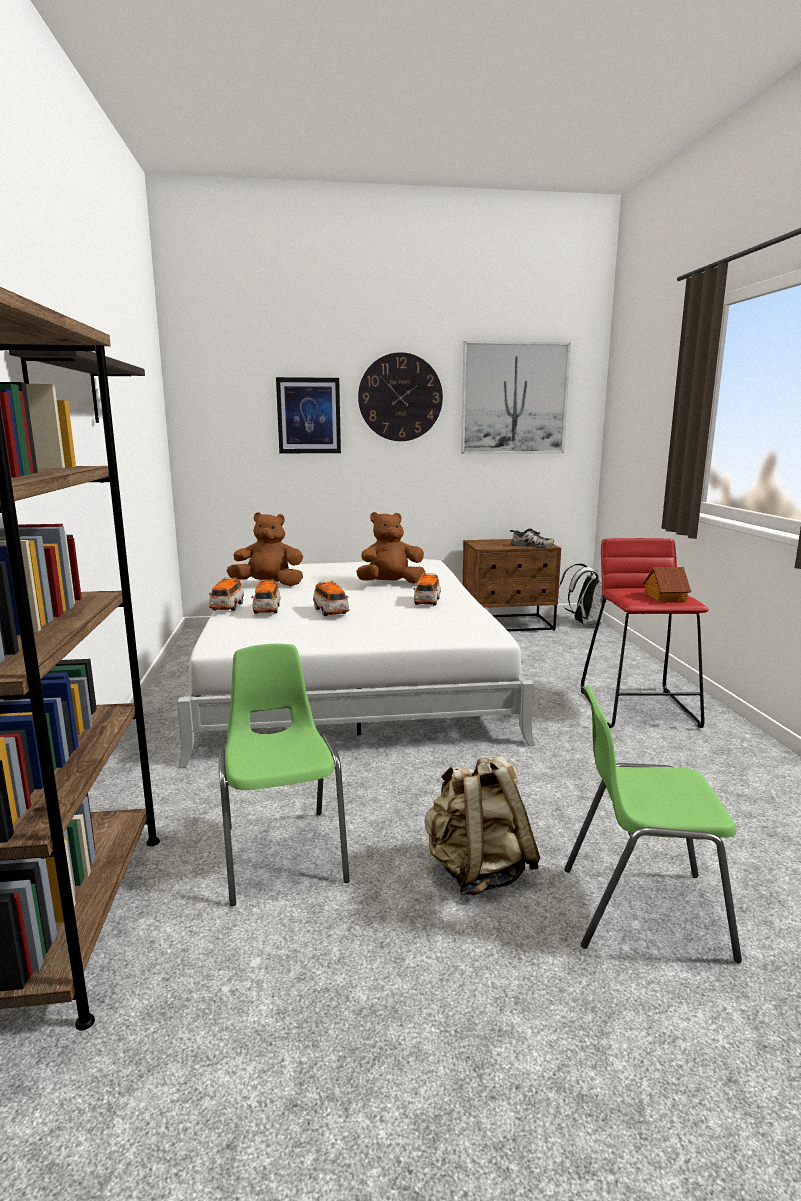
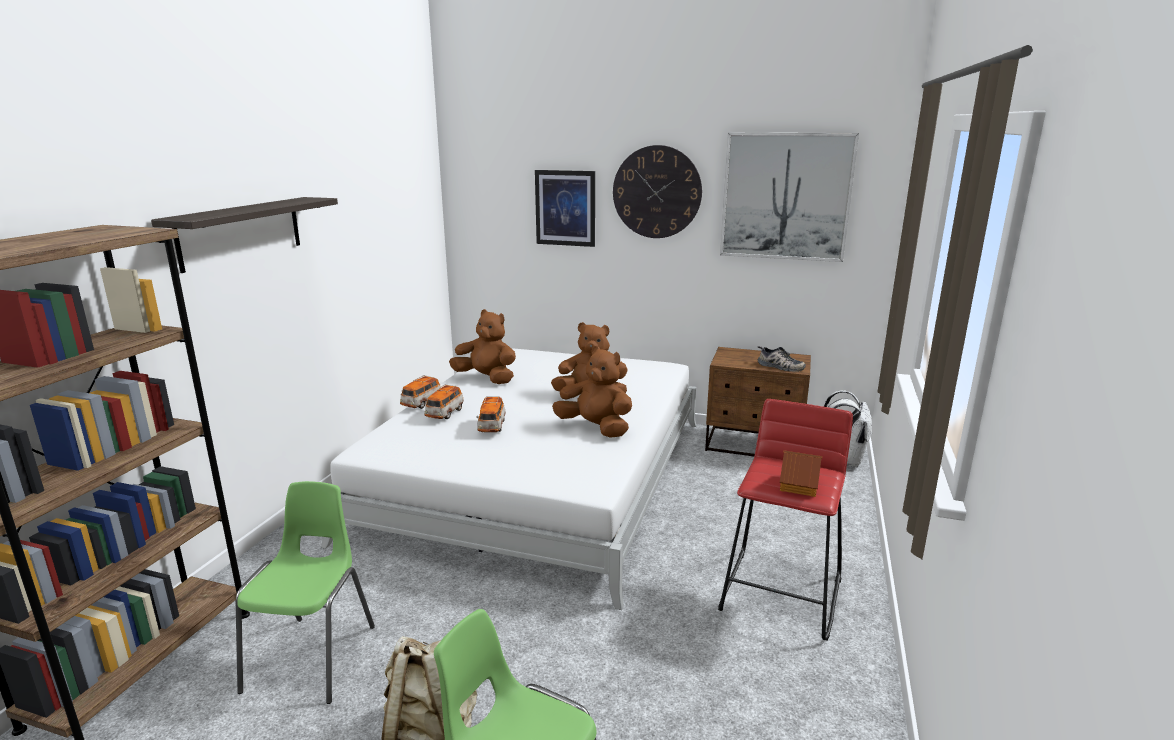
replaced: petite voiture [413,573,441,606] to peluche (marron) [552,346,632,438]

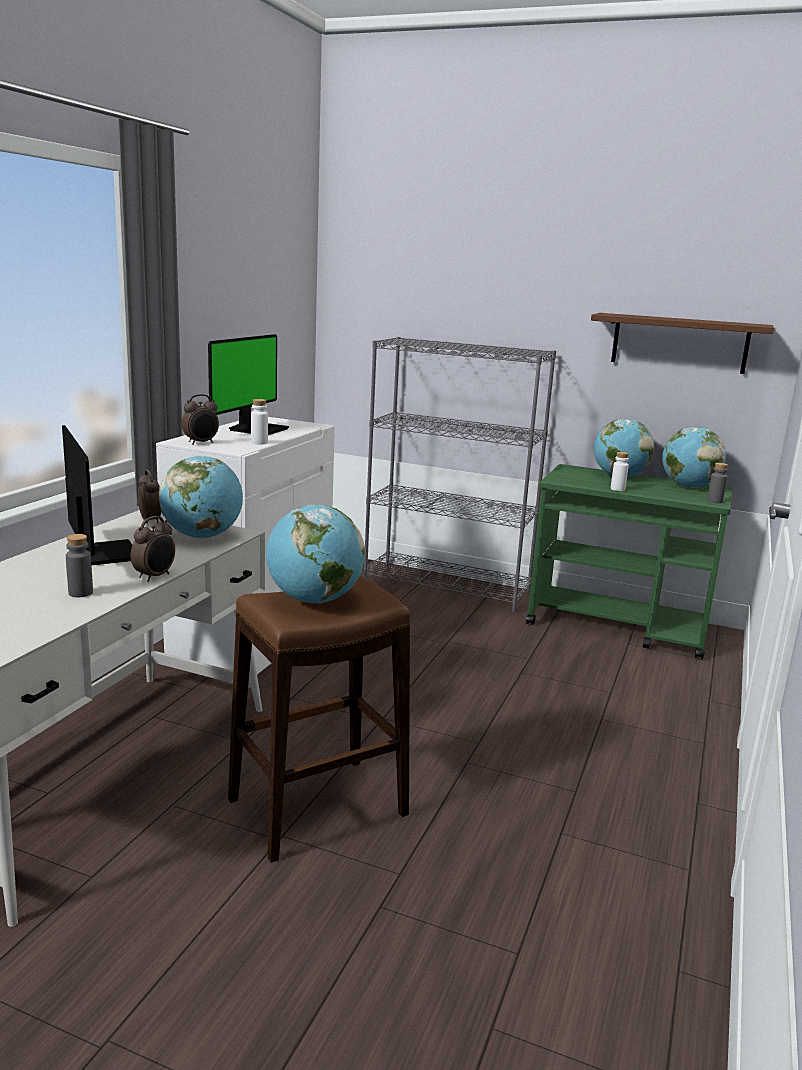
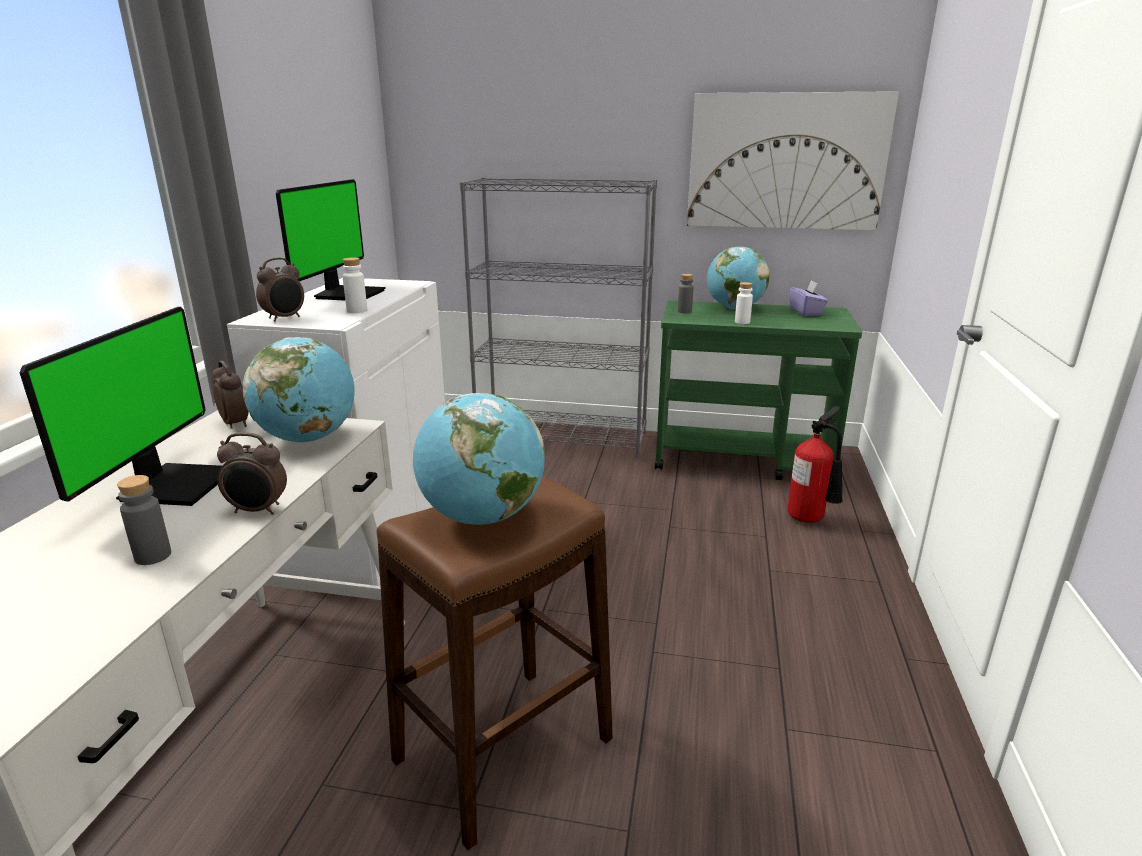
added: extincteur [787,406,843,523]
moved: bouteille (gris) [707,463,728,503] to [677,274,694,313]
replaced: étagère (marron) [591,313,774,374] to tableau [687,91,899,230]; globe [662,427,726,488] to boîte à mouchoirs (violet) [789,280,828,316]
turned: écran d'ordinateur [62,425,132,566] = [19,307,222,506] 45 degrees clockwise; réveil [131,516,175,582] = [217,432,287,515] 75 degrees clockwise

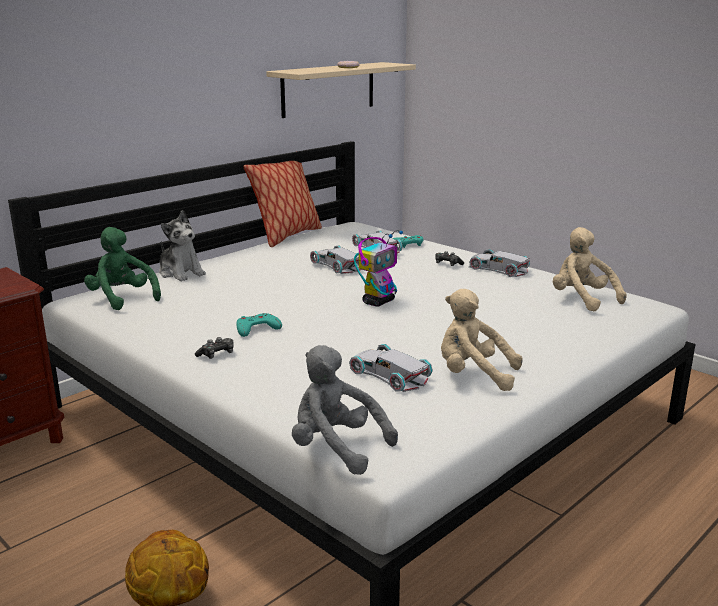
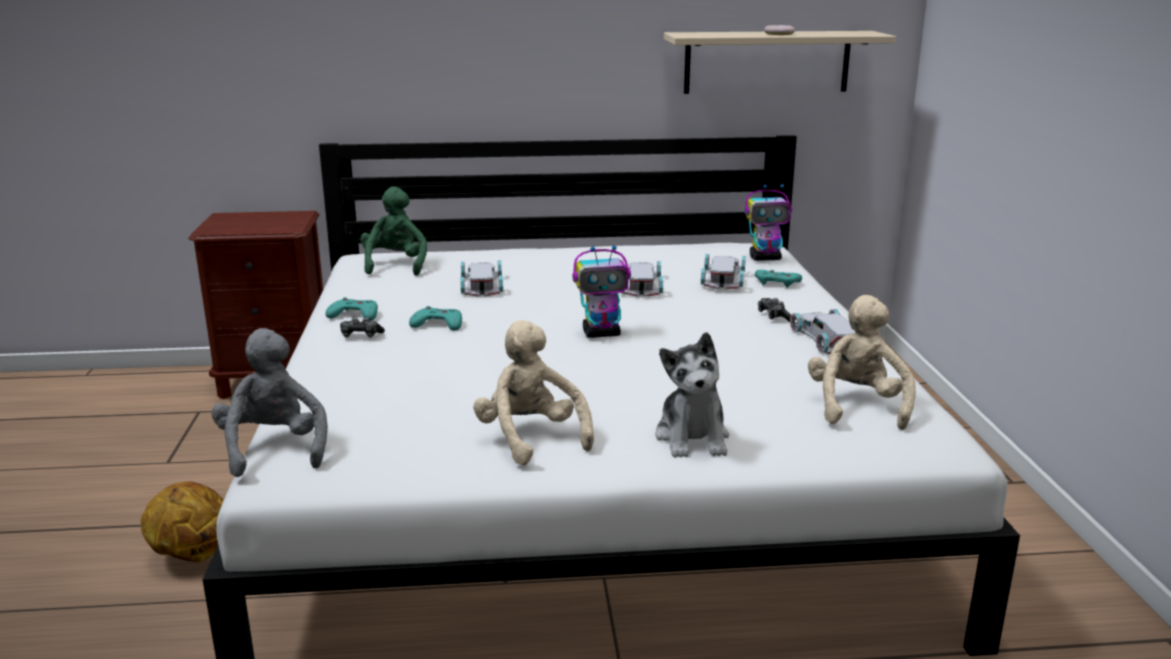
removed: coussin [243,151,322,247]
added: robot jouet [745,184,792,261]; manette (turquoise) [325,297,378,321]
moved: peluche [159,210,206,281] to [655,332,729,458]; petite voiture (blanc) [349,344,433,392] to [460,261,503,296]

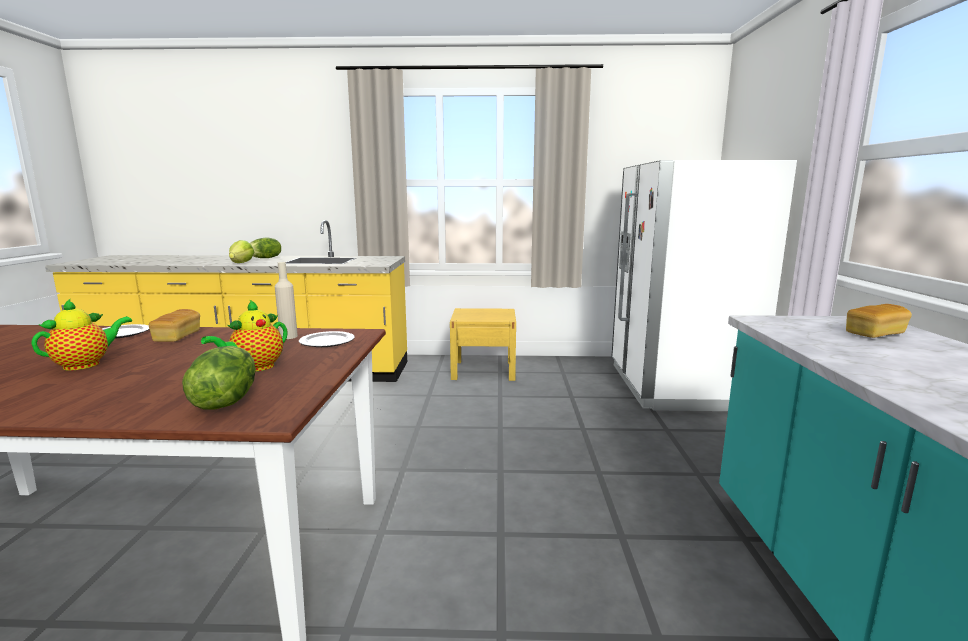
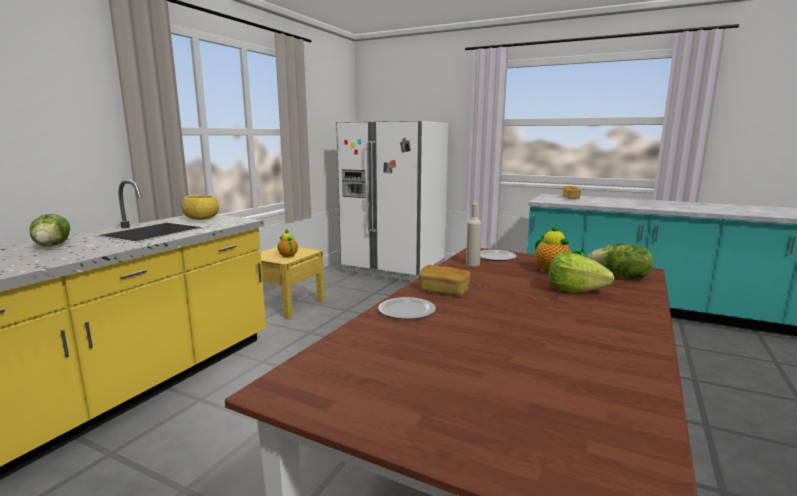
added: bol (jaune) [181,195,219,220]
moved: laitue [229,240,254,263] to [548,252,614,293]; théière [31,298,132,371] to [278,229,298,258]

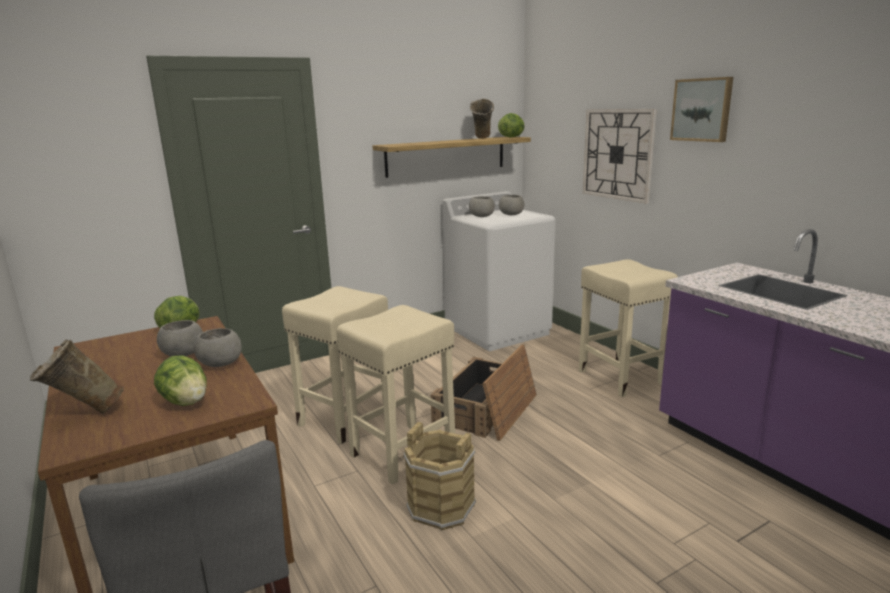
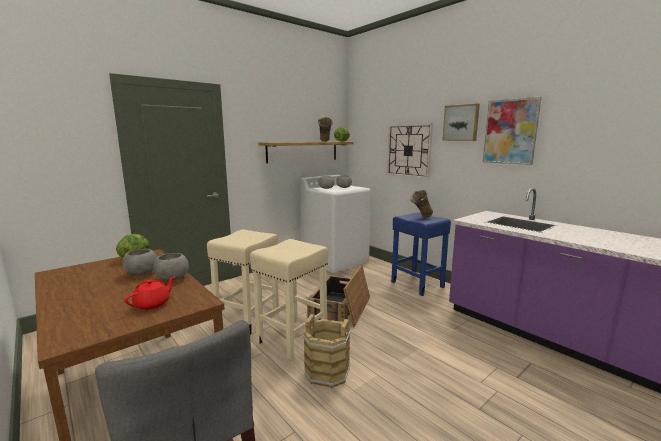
added: tableau [483,97,542,165]
moved: vase (beige) [30,339,123,414] to [411,190,433,217]
replaced: laitue [154,355,207,406] to théière (rouge) [124,276,176,310]
recoloured: tabouret (beige) [579,259,678,397] to tabouret (bleu) [391,212,451,296]

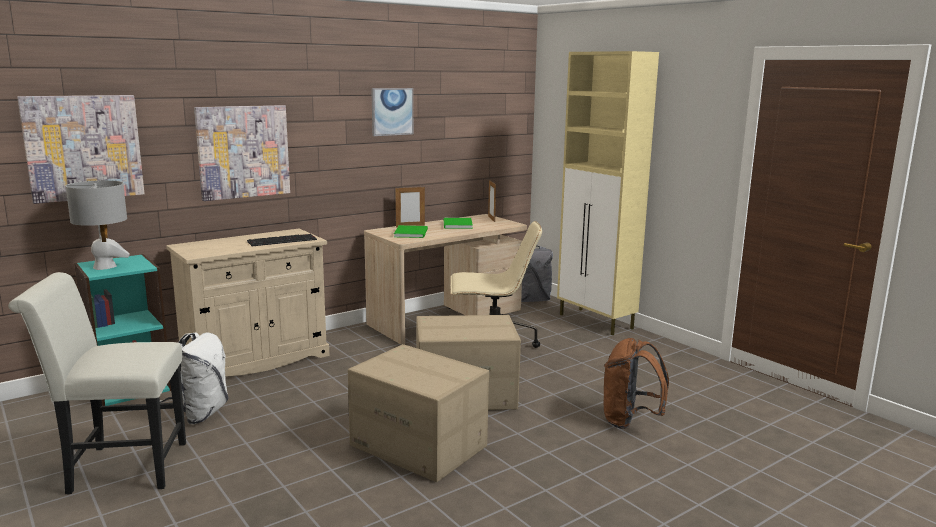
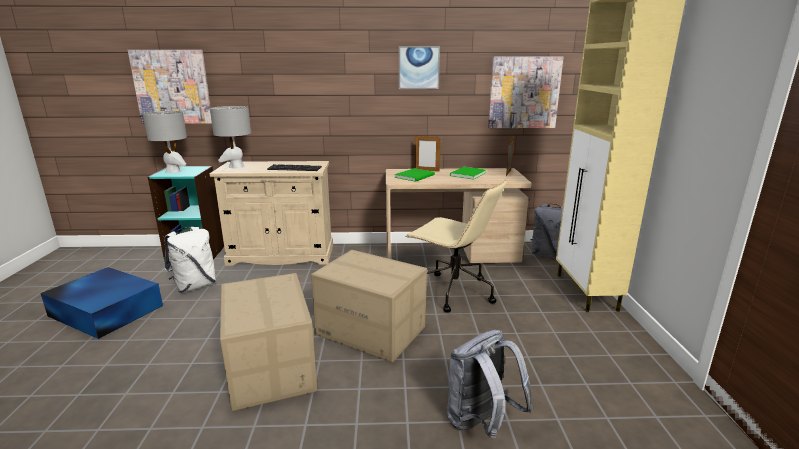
added: lampe de table (gris) [210,106,251,168]
moved: tableau [194,105,290,201] to [488,56,563,128]
replaced: chaise (blanc) [8,272,186,494] to boîte de rangement (bleu) [40,267,163,339]
recoloured: sac à dos (marron) [604,338,669,429] to sac à dos (gris) [447,330,533,438]

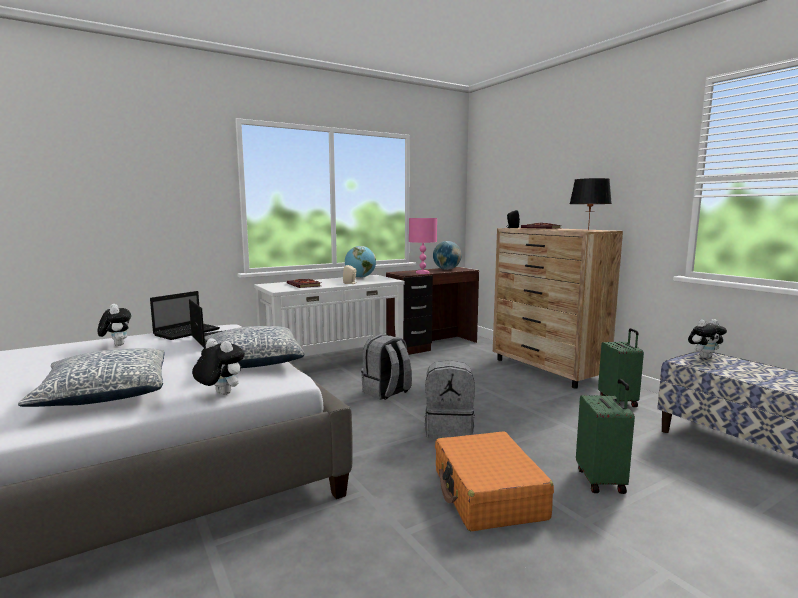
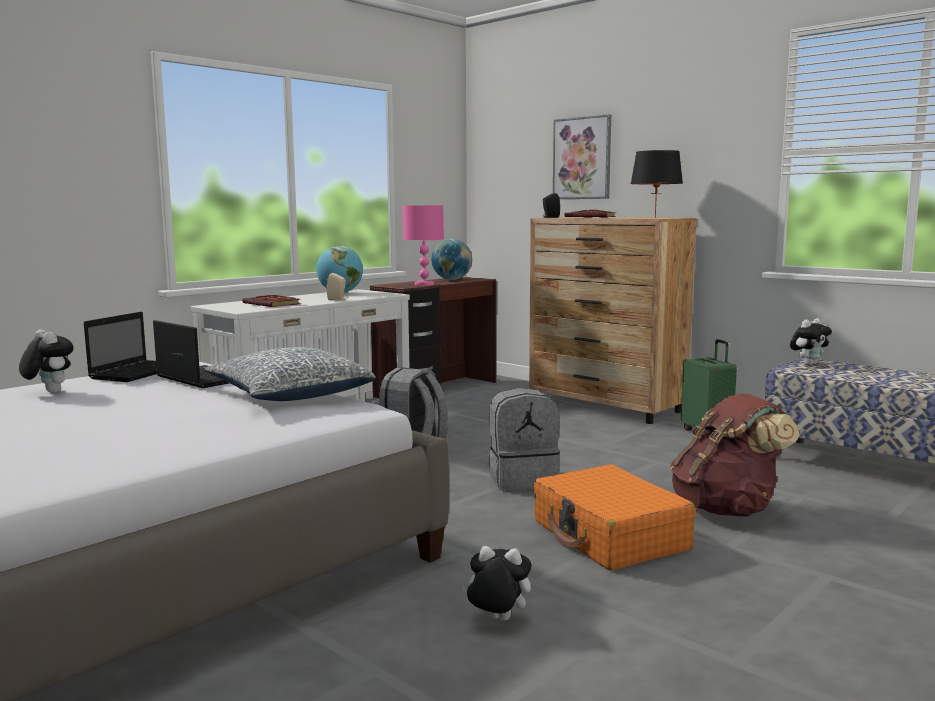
removed: coussin [18,348,165,407]
added: tableau [553,114,611,199]
moved: peluche [192,338,245,395] to [462,546,532,621]
replaced: valise (vert) [576,379,635,494] to sac à dos (marron) [670,394,800,516]

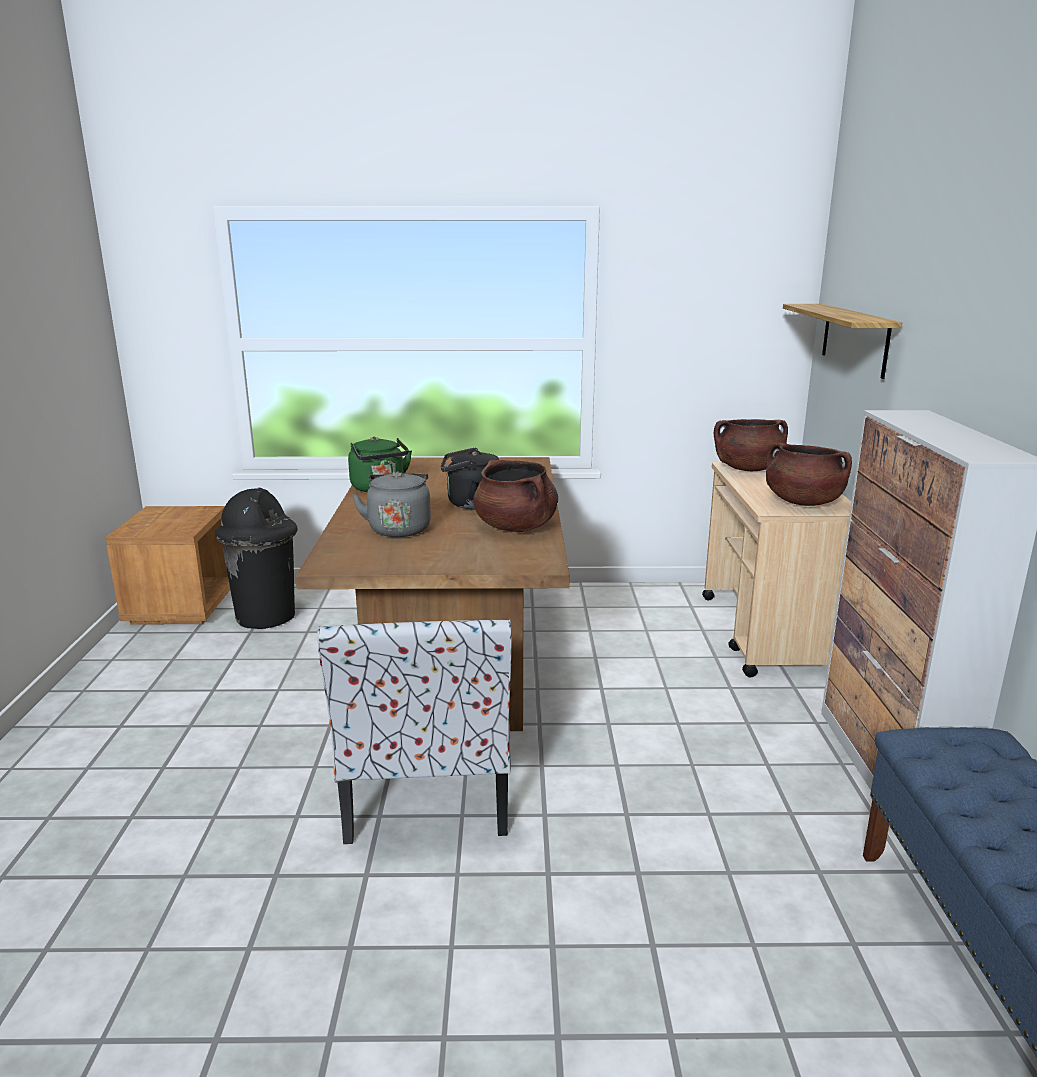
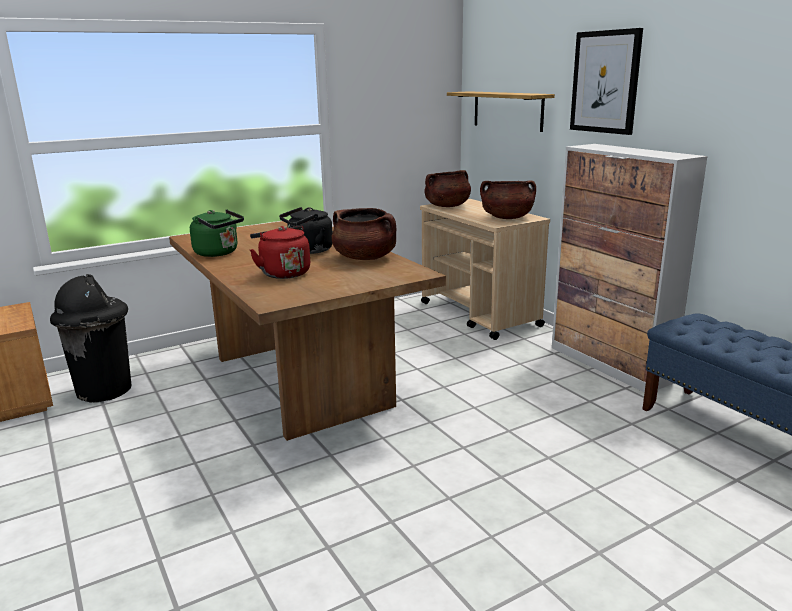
removed: chaise [317,619,512,844]
added: tableau [570,28,643,135]
recoloured: bouilloire (gris) [352,471,431,537] to bouilloire (rouge) [250,226,310,279]

